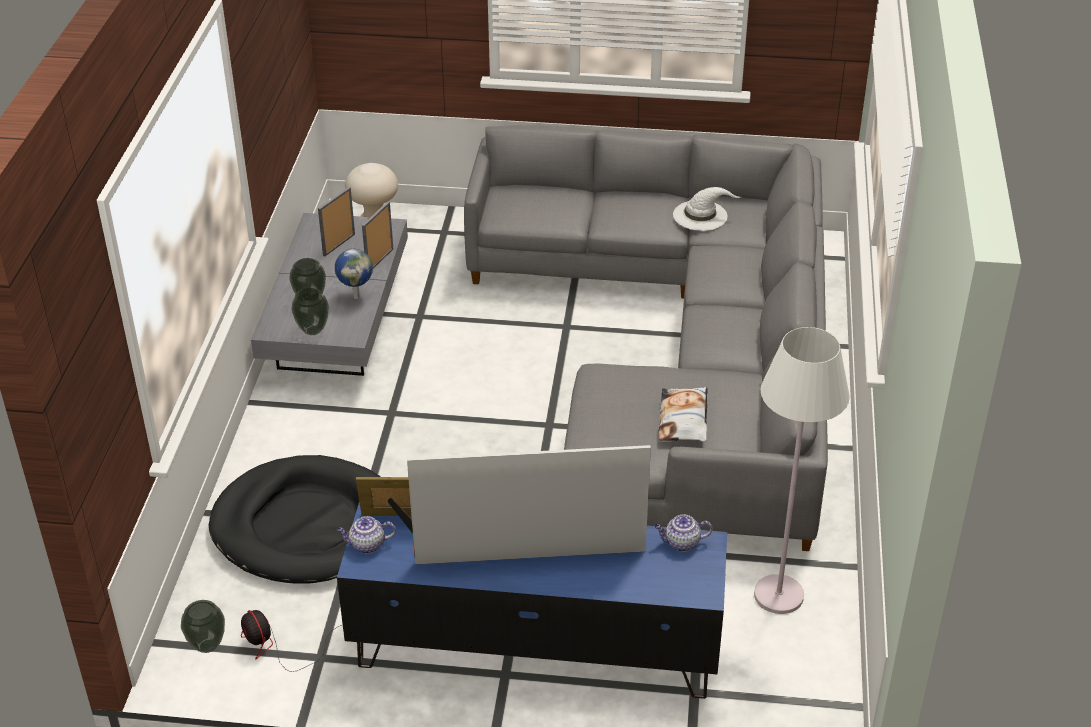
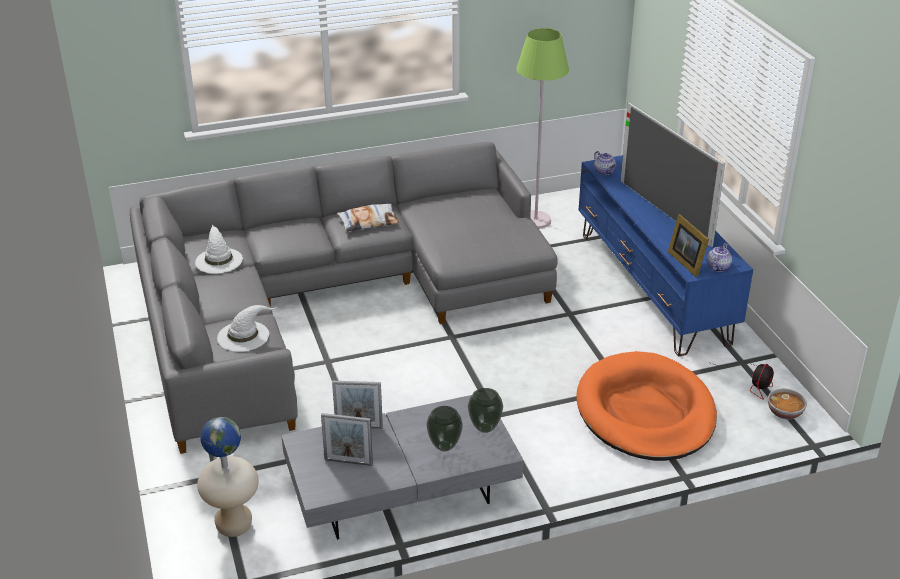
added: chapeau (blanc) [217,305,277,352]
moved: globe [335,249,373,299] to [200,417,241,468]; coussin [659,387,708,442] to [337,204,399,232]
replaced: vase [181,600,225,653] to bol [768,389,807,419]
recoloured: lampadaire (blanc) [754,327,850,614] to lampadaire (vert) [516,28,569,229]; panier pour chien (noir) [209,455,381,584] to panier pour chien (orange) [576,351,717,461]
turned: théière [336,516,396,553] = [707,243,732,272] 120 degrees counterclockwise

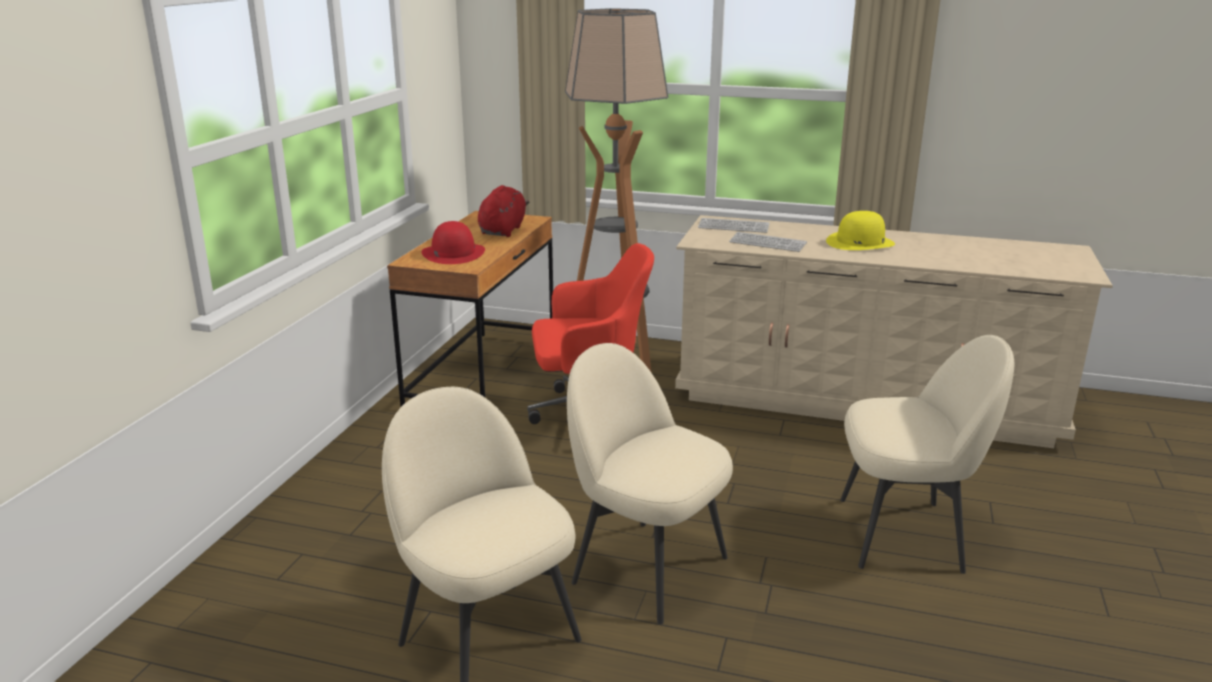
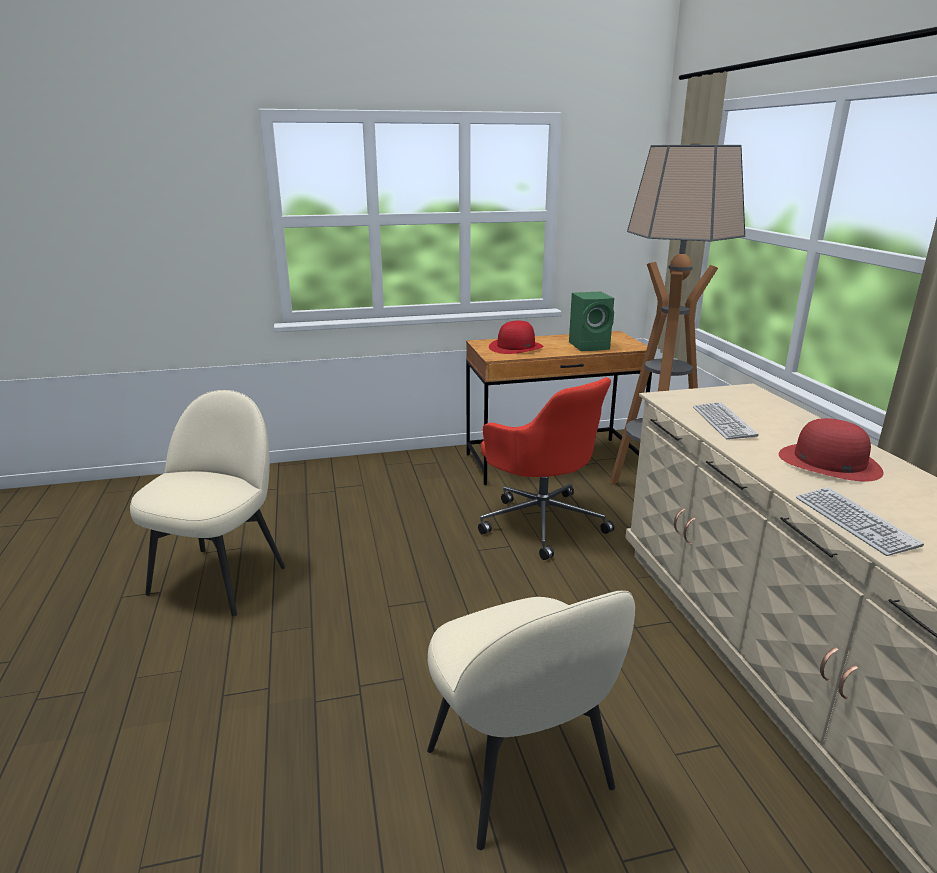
removed: chaise (beige) [567,343,733,625]
moved: clavier [698,218,770,233] to [796,487,924,556]
replaced: peluche (rouge) [478,185,530,237] to enceinte (vert) [569,292,614,351]
recoloured: chapeau (jaune) [826,211,895,250] to chapeau (rouge) [779,418,884,482]

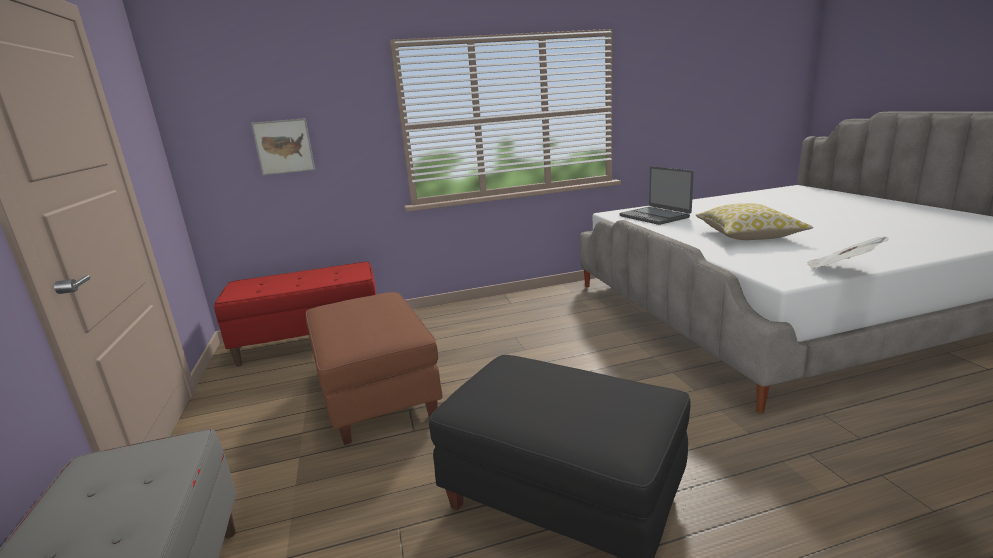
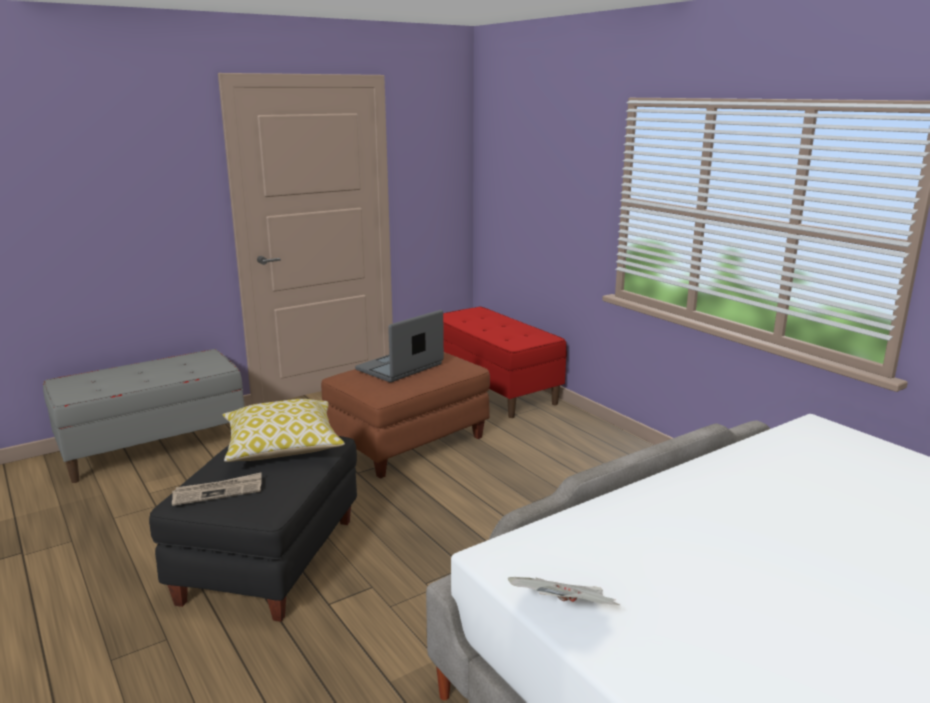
removed: tableau [251,118,315,175]
added: journal [172,473,262,506]
moved: ordinateur portable [620,166,694,225] to [355,310,444,382]; coussin [695,203,814,240] to [223,399,345,462]

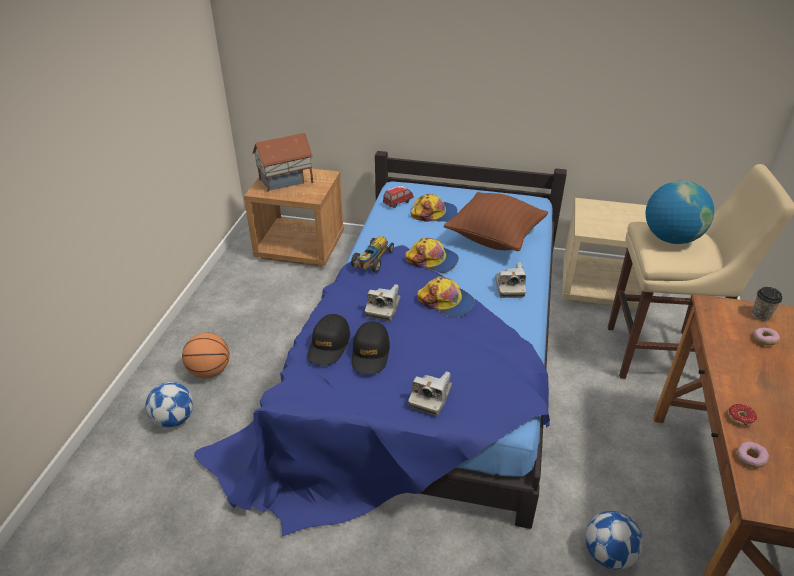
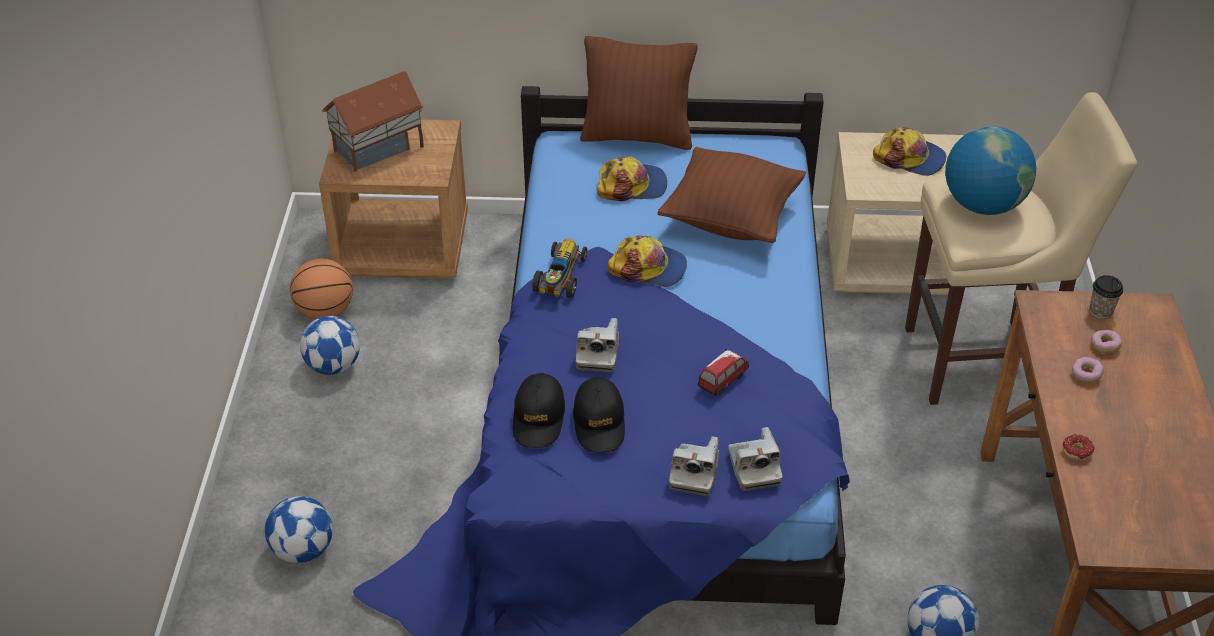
added: coussin (marron) [580,36,698,150]; ballon de foot [300,316,360,375]
moved: petite voiture [383,186,414,208] to [698,349,749,396]; appareil photo [495,263,526,298] to [728,427,782,491]; casquette [417,277,475,318] to [873,127,946,176]; ballon de basket [182,333,230,378] to [290,258,353,319]; beignet [737,442,769,468] to [1072,357,1104,383]

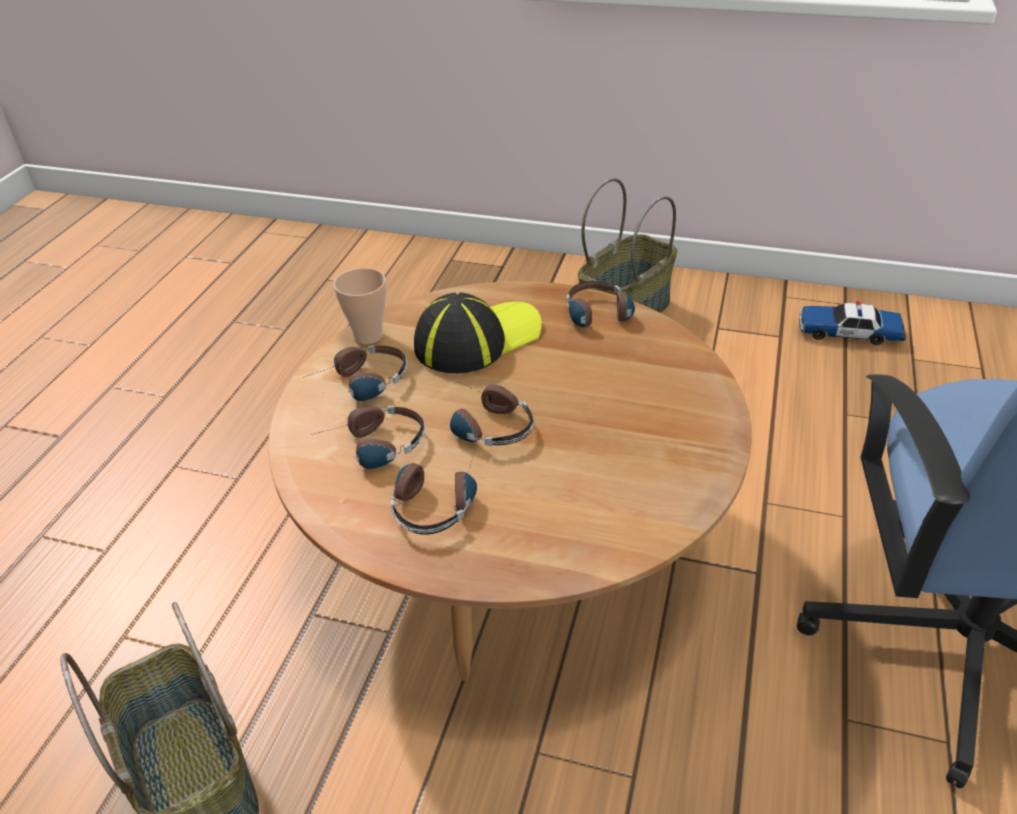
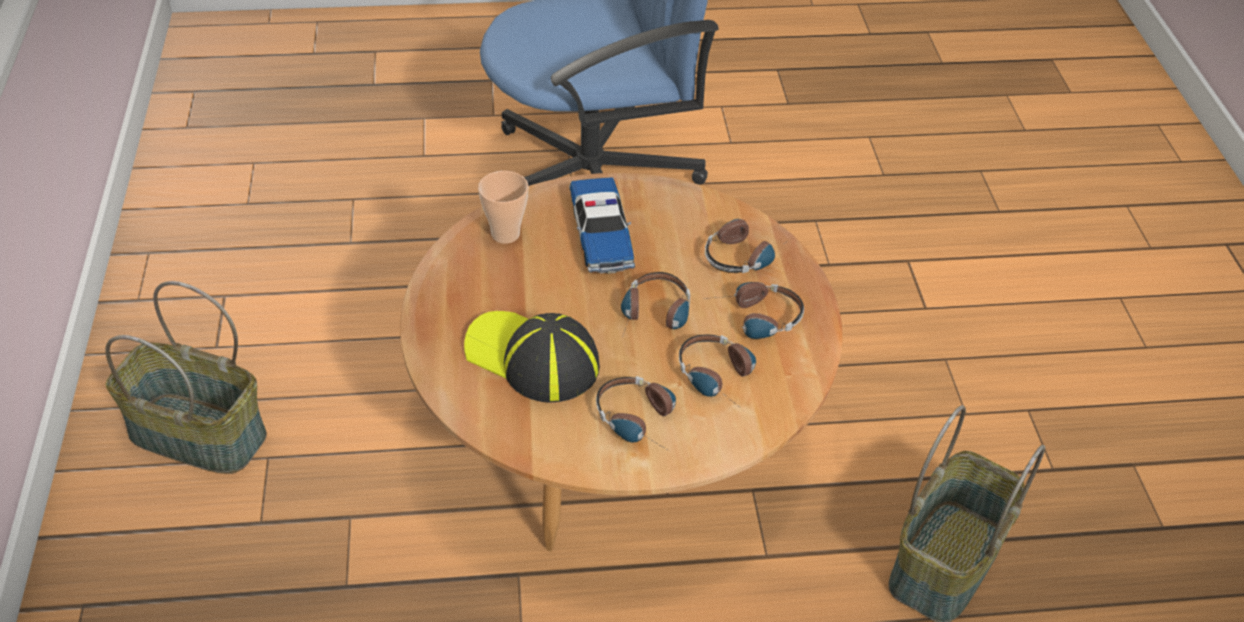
moved: tasse [333,268,386,344] to [478,171,528,244]; casque audio [566,281,635,336] to [705,219,788,273]; petite voiture [799,301,906,345] to [570,177,635,274]

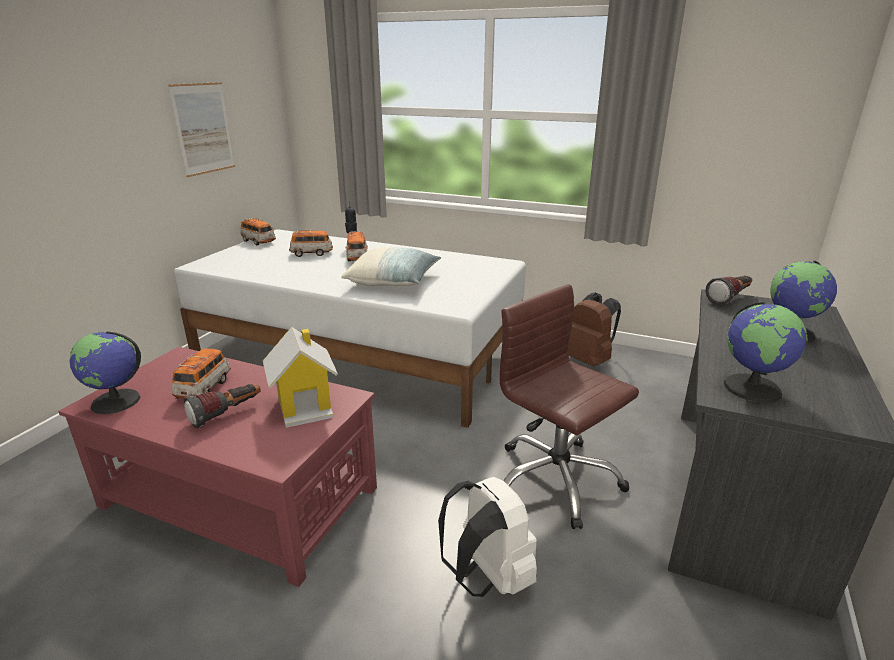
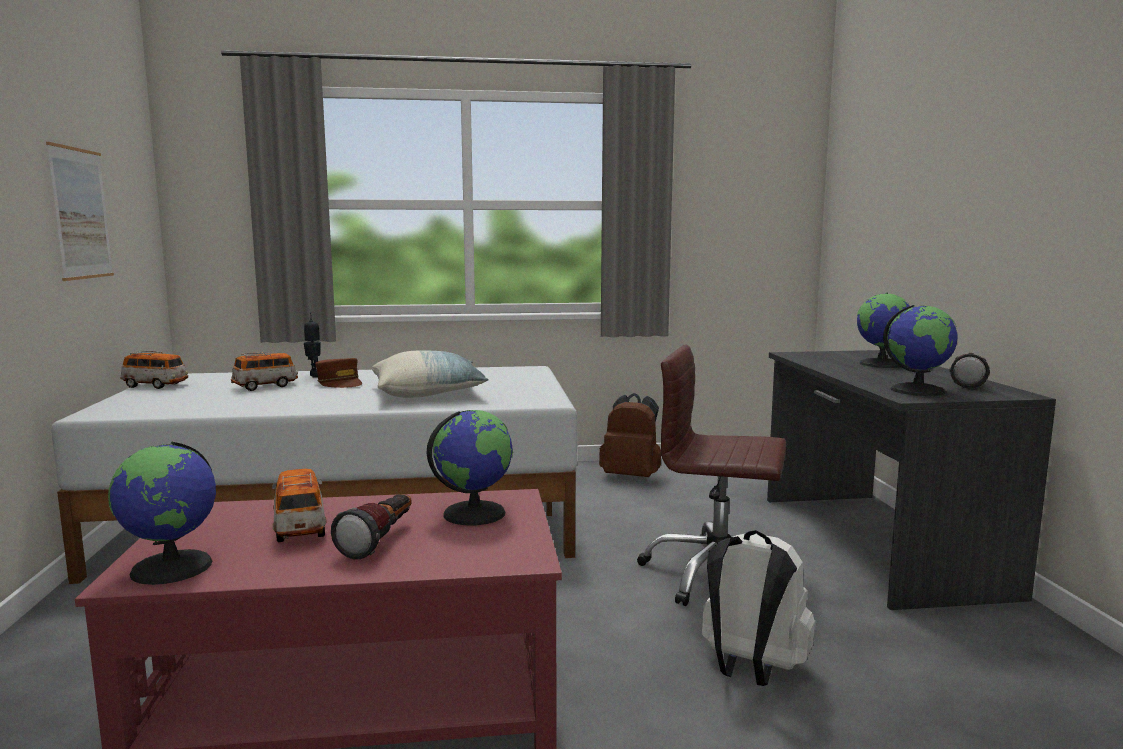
moved: lampe de poche [705,276,752,305] to [949,353,990,389]
replaced: petite voiture [346,231,368,261] to casquette (marron) [315,358,362,388]; maison miniature [263,327,338,428] to globe [426,410,513,526]

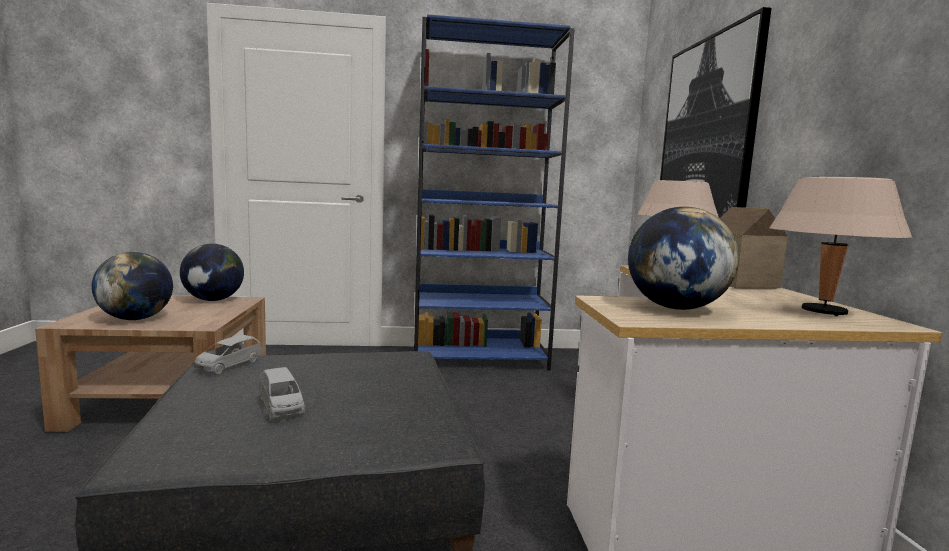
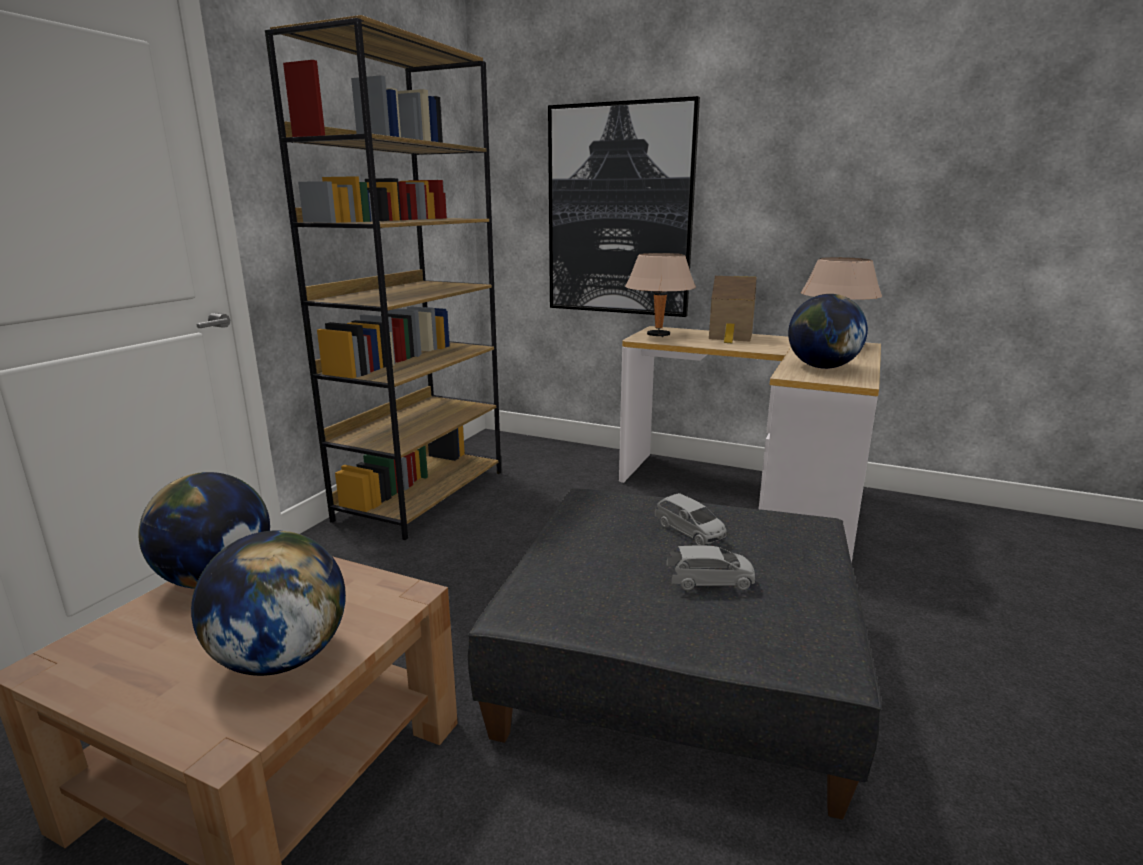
moved: petite voiture (gris) [194,335,263,375] to [655,493,727,546]
recoloured: bibliothèque (bleu) [414,14,575,371] to bibliothèque (marron) [265,15,501,540]

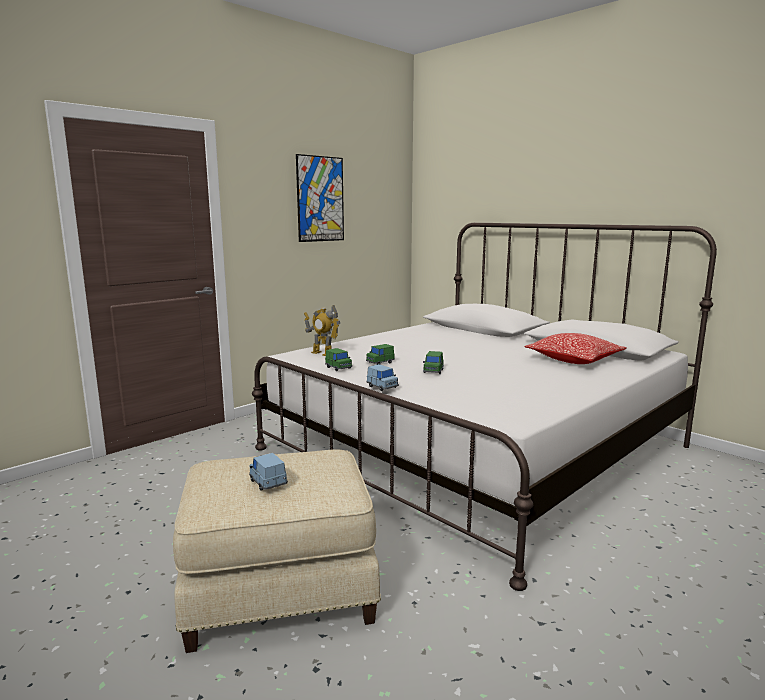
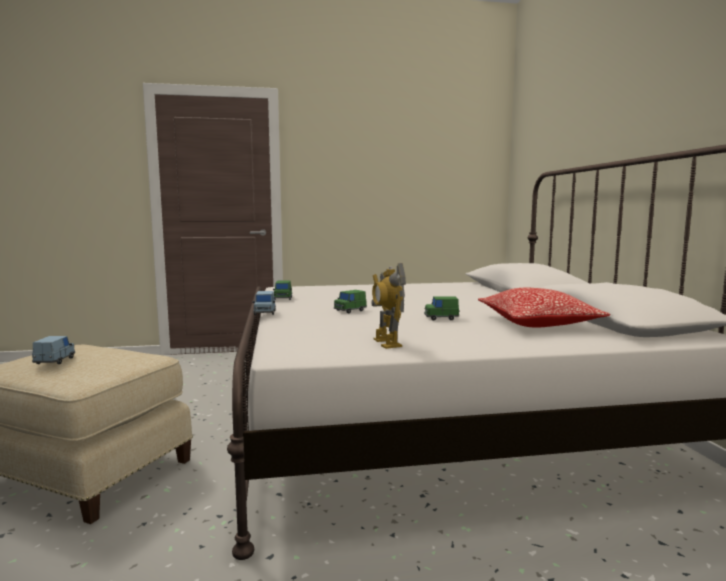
removed: tableau [296,154,344,242]
moved: robot jouet [304,305,340,356] to [371,263,406,349]; petite voiture (vert) [366,344,395,365] to [424,297,459,320]

